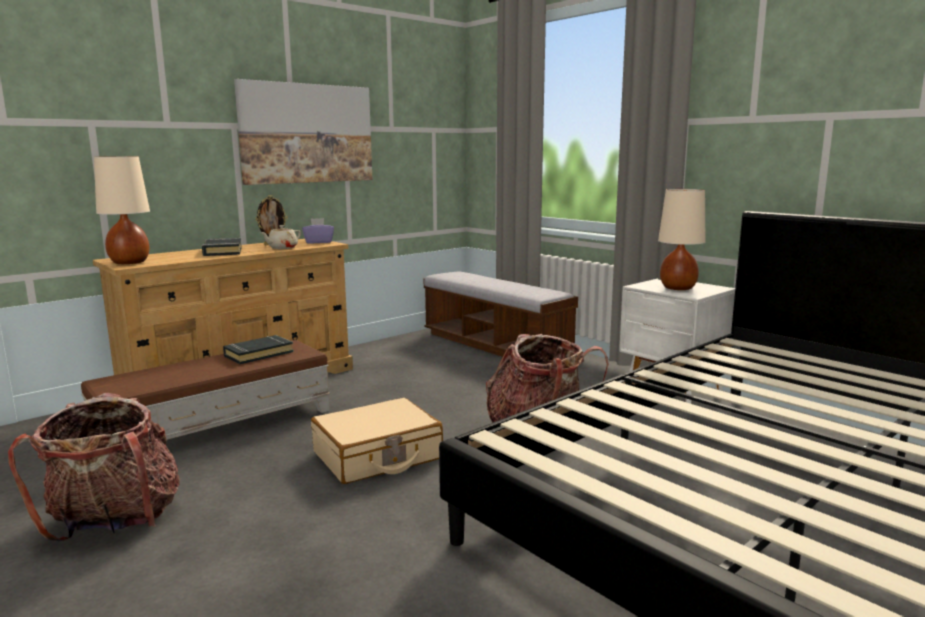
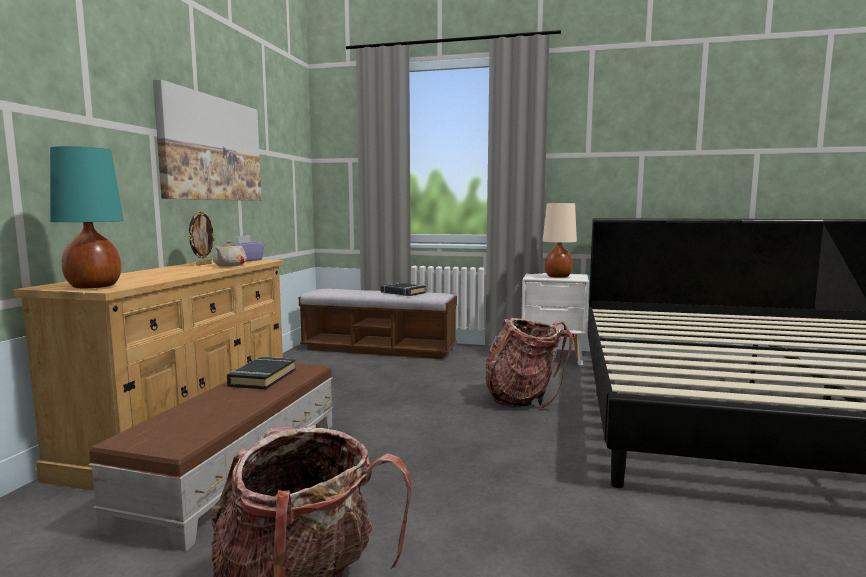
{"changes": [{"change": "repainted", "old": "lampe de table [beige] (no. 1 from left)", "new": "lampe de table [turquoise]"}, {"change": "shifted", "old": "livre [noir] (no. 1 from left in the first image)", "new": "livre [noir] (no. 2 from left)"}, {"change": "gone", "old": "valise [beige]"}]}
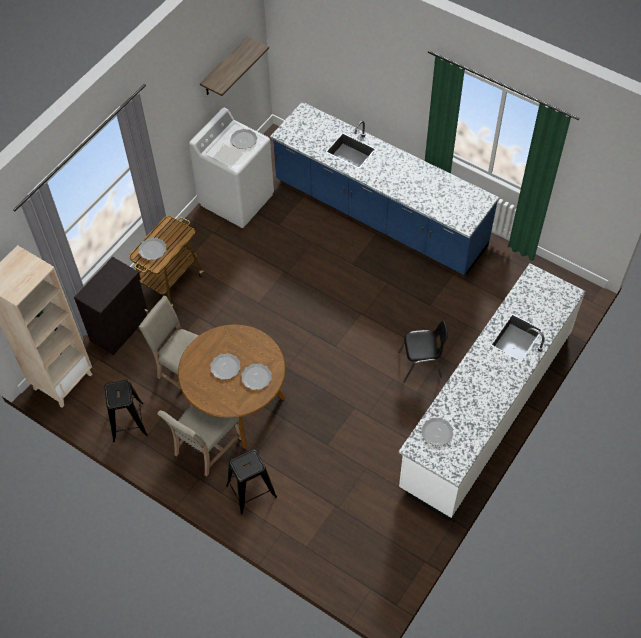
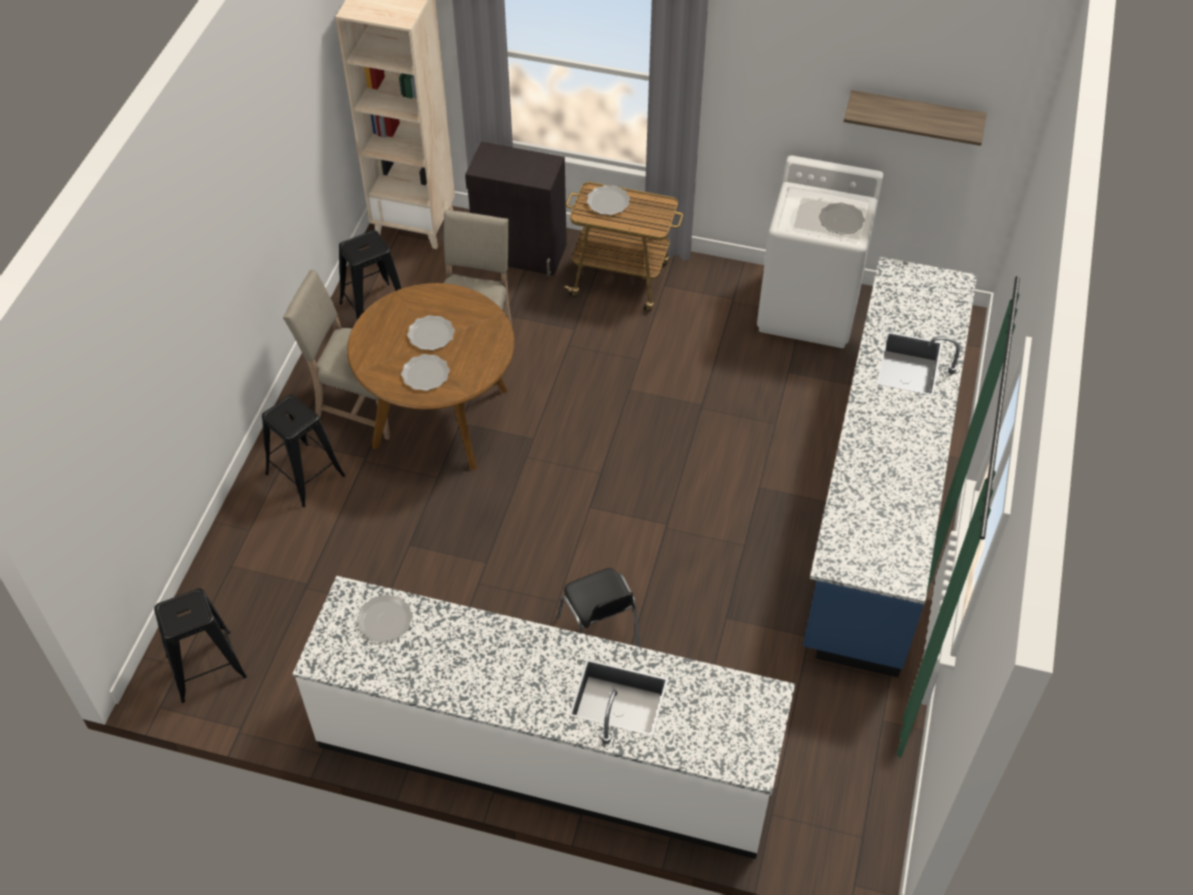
{"changes": [{"change": "new", "new": "tabouret [noir] (no. 1 from left)"}]}
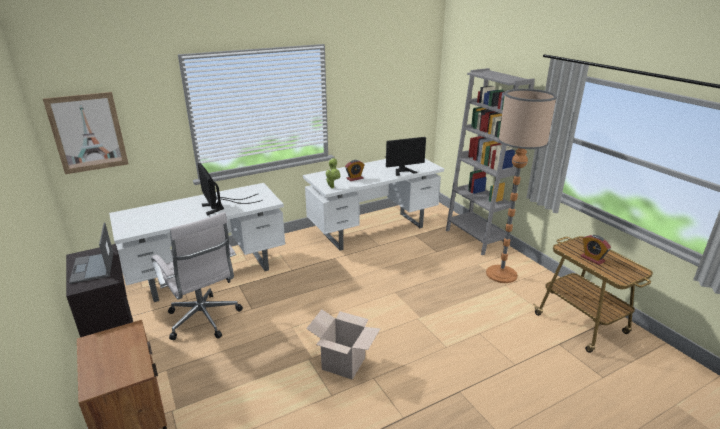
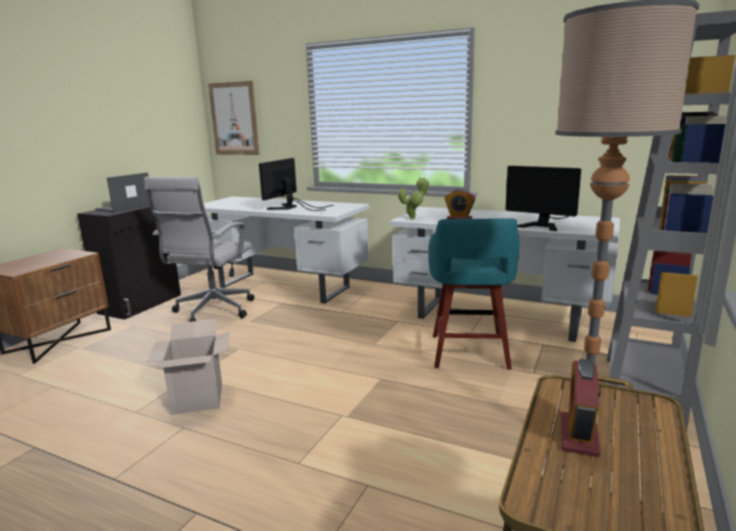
{"changes": [{"change": "new", "new": "tabouret [turquoise]"}]}
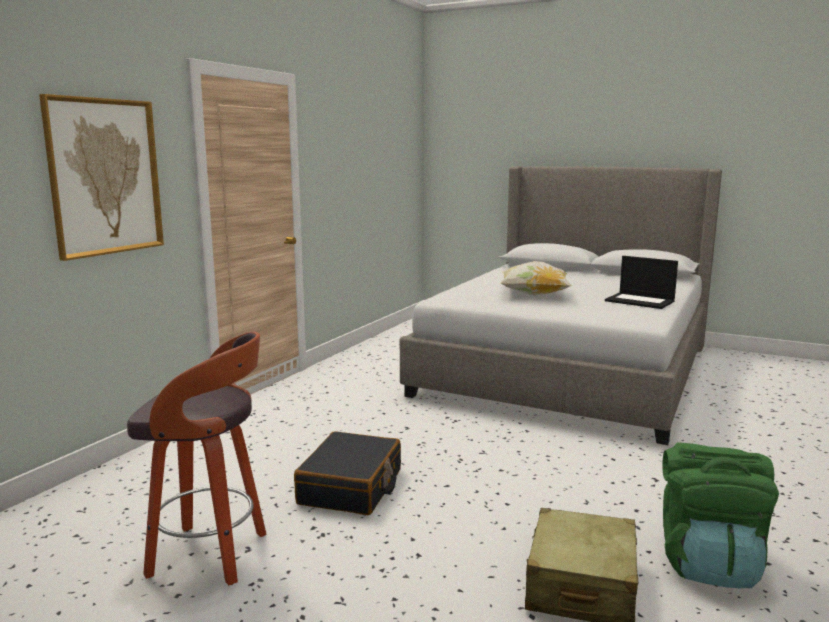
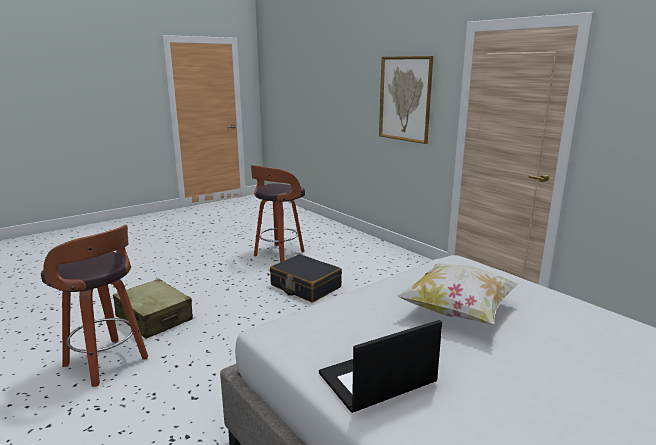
{"changes": [{"change": "swapped", "old": "sac à dos [vert]", "new": "tabouret (no. 1 from left)"}]}
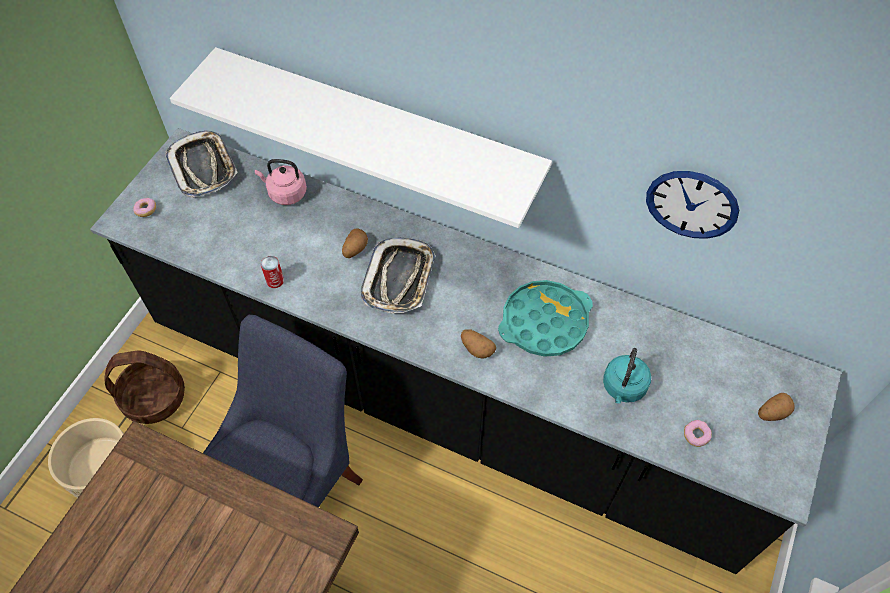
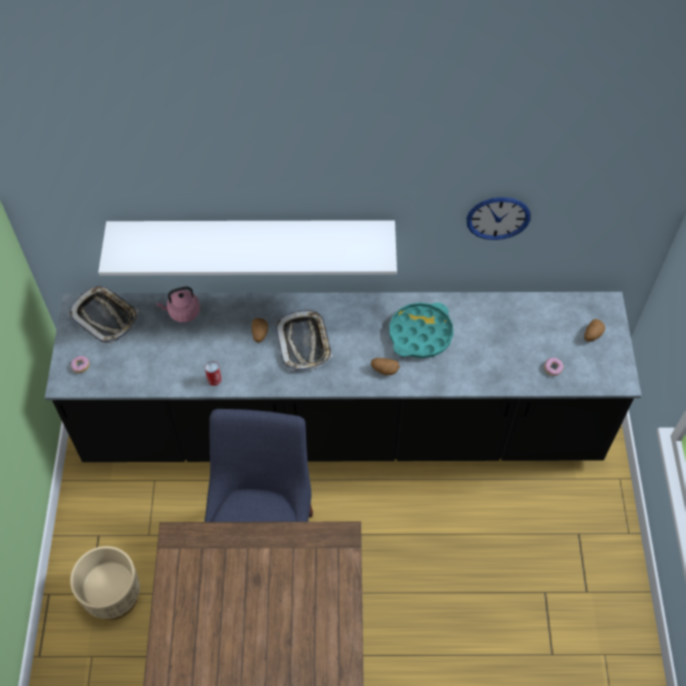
{"changes": [{"change": "gone", "old": "panier"}, {"change": "gone", "old": "bouilloire [turquoise]"}]}
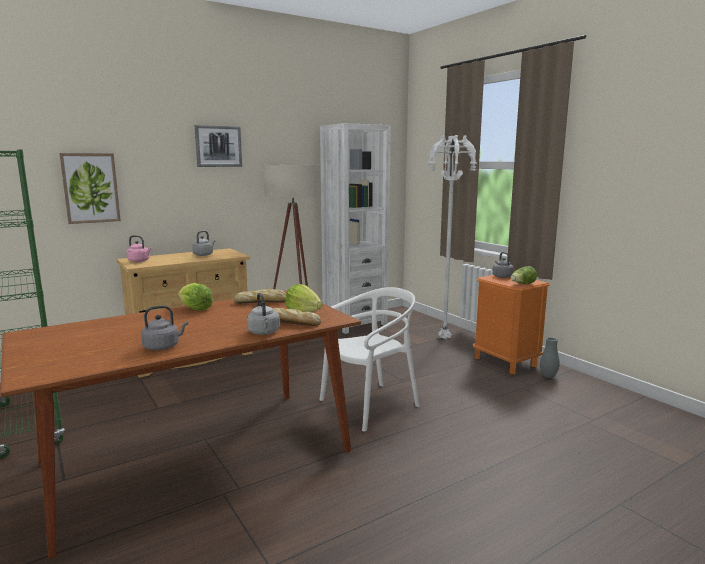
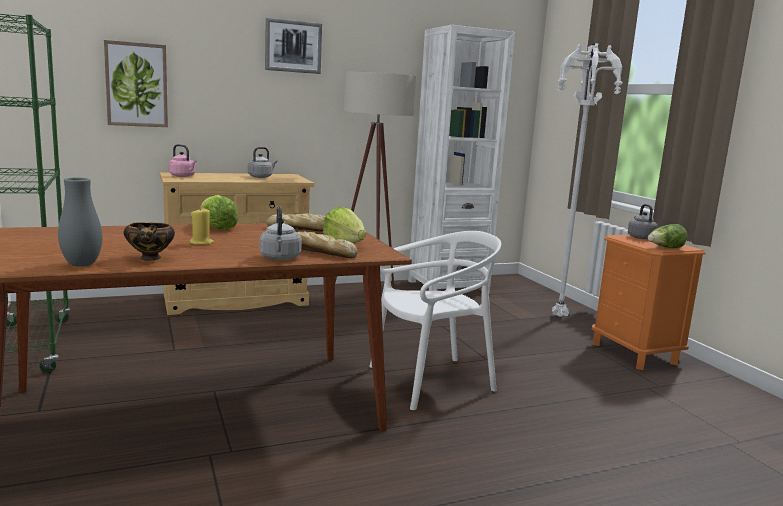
{"changes": [{"change": "shifted", "old": "vase [gris]"}, {"change": "swapped", "old": "bouilloire [gris] (no. 1 from left)", "new": "bol"}, {"change": "new", "new": "bougie [jaune]"}]}
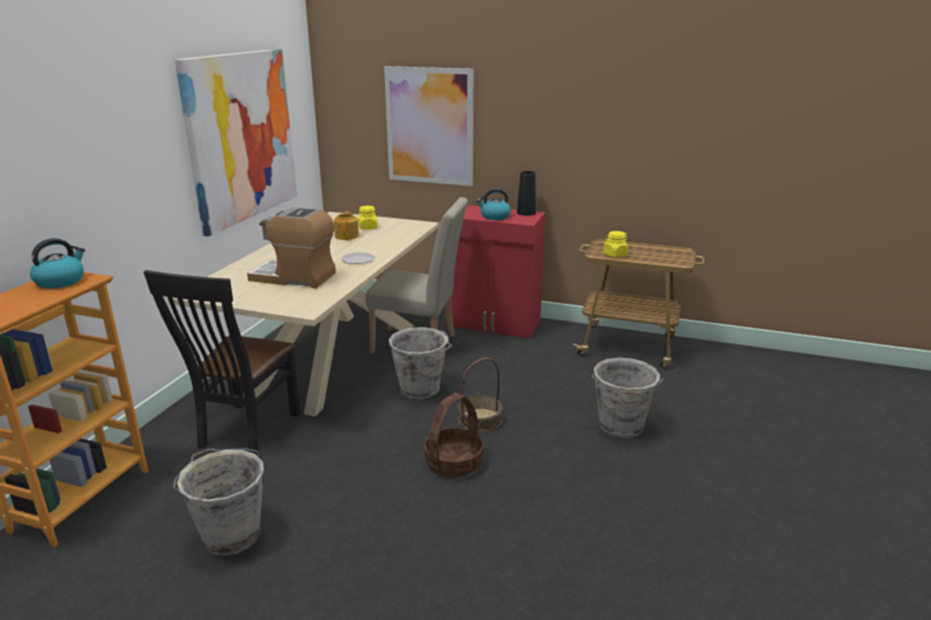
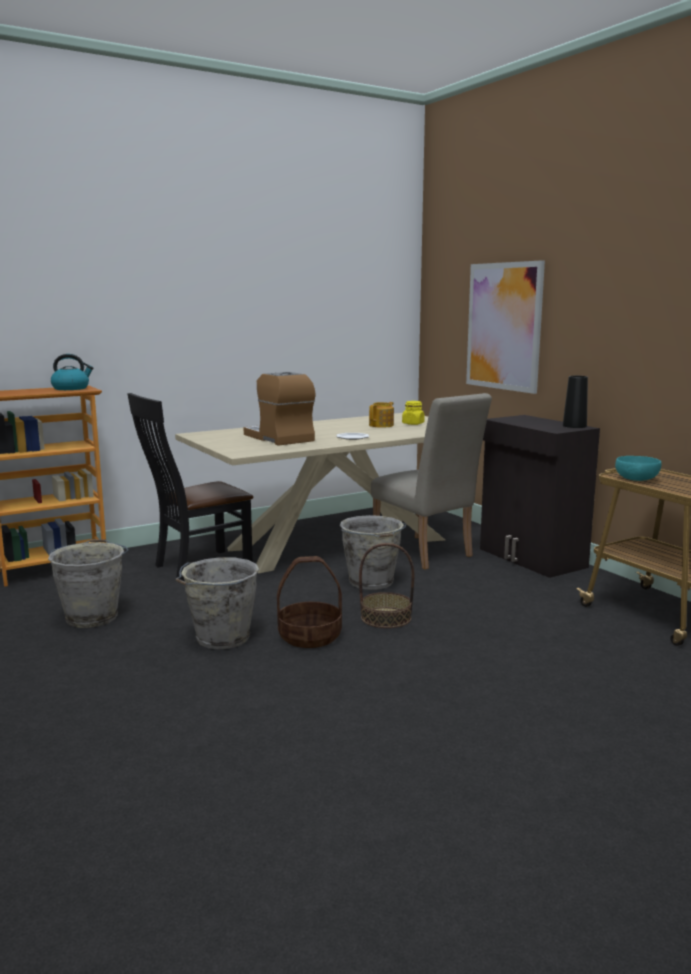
{"changes": [{"change": "shifted", "old": "seau [gris] (no. 3 from left in the first image)", "new": "seau [gris] (no. 2 from left)"}, {"change": "repainted", "old": "meuble de rangement [rouge]", "new": "meuble de rangement [noir]"}, {"change": "swapped", "old": "bocal [jaune] (no. 2 from left)", "new": "bol [turquoise]"}, {"change": "gone", "old": "tableau (no. 1 from left)"}, {"change": "gone", "old": "bouilloire (no. 2 from left)"}]}
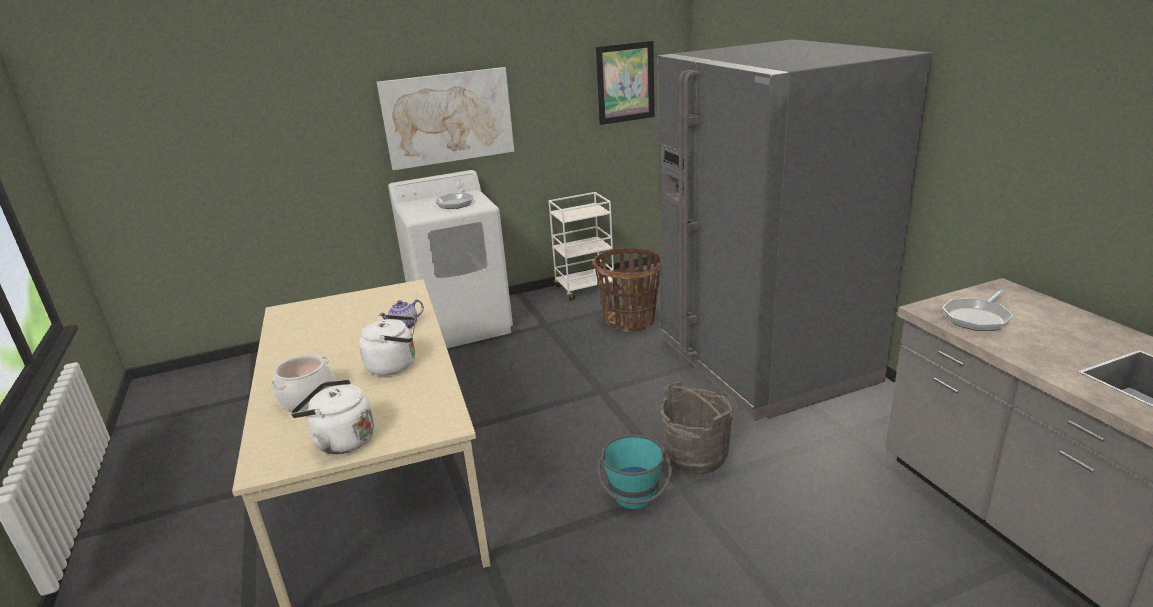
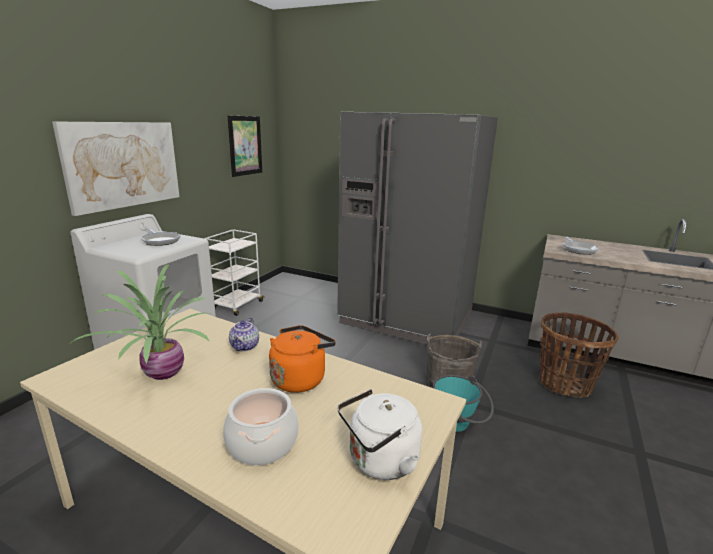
{"changes": [{"change": "new", "new": "plante en pot"}, {"change": "repainted", "old": "bouilloire [blanc] (no. 2 from left)", "new": "bouilloire [orange]"}, {"change": "shifted", "old": "panier"}]}
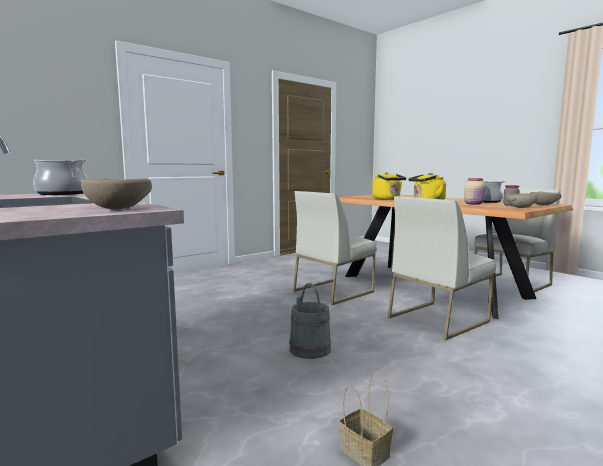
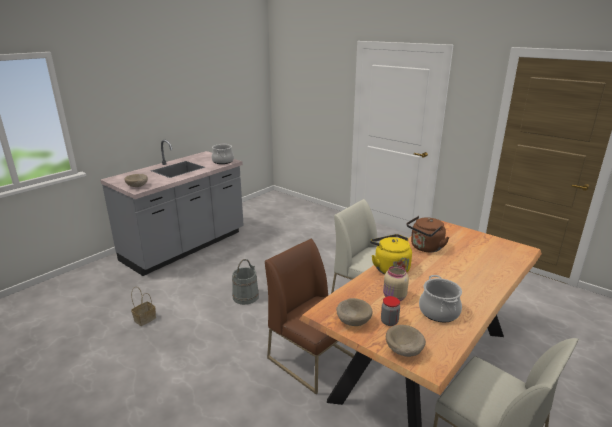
{"changes": [{"change": "repainted", "old": "chaise [blanc] (no. 2 from left)", "new": "chaise [marron]"}, {"change": "repainted", "old": "bouilloire [jaune] (no. 1 from left)", "new": "bouilloire [marron]"}]}
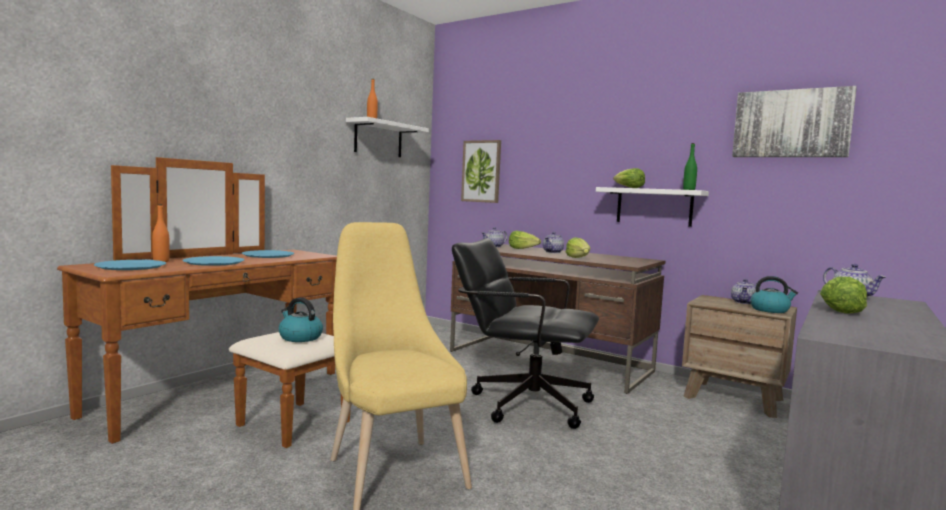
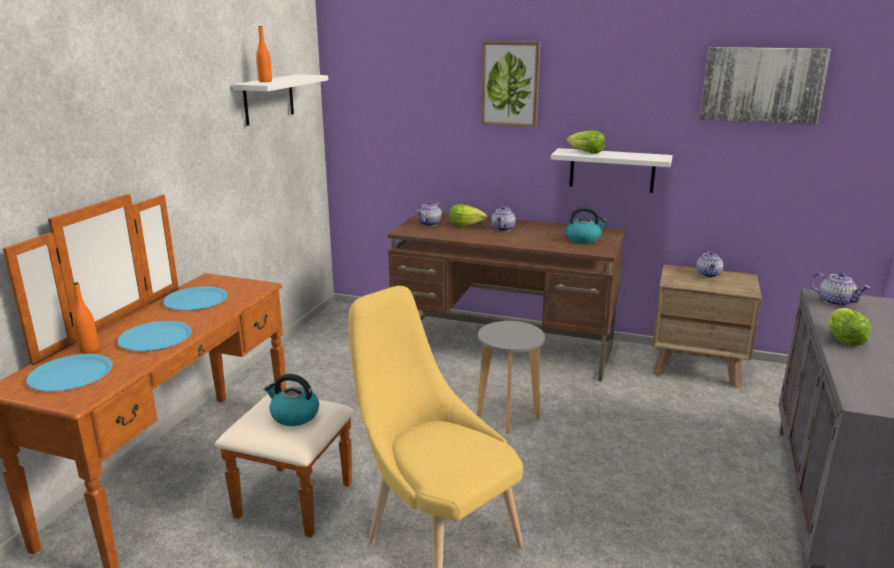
{"changes": [{"change": "swapped", "old": "chaise de bureau [noir]", "new": "tabouret [gris]"}, {"change": "shifted", "old": "tableau (no. 1 from left)"}, {"change": "shifted", "old": "bouilloire (no. 2 from left)"}, {"change": "gone", "old": "laitue (no. 2 from left)"}, {"change": "gone", "old": "bouteille [vert]"}]}
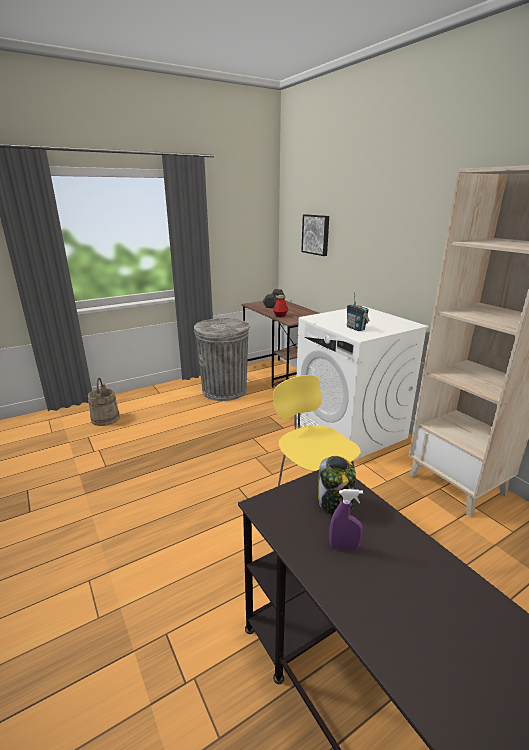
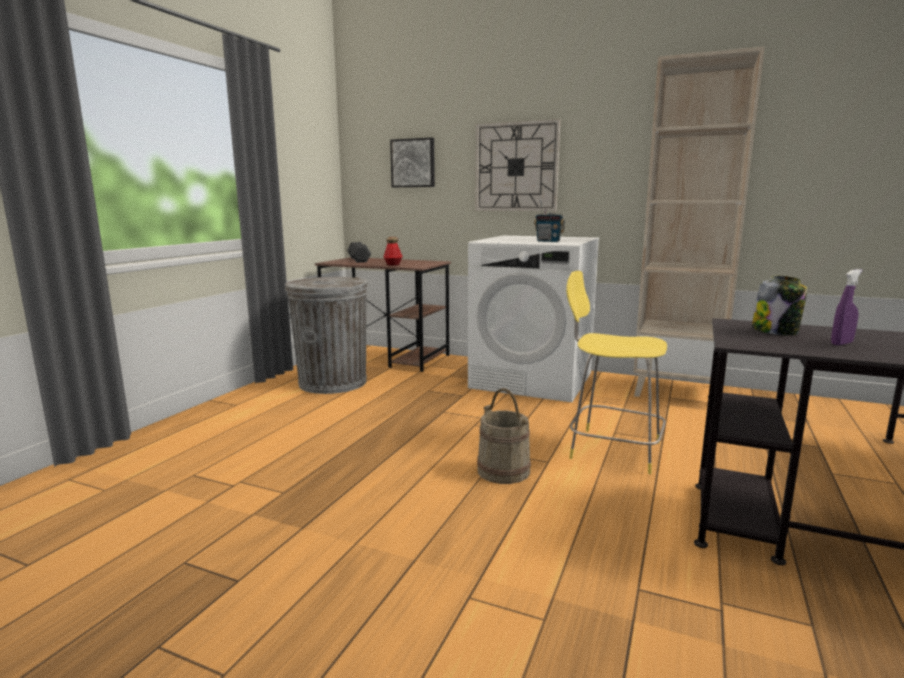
{"changes": [{"change": "new", "new": "horloge murale"}, {"change": "shifted", "old": "seau [beige]"}]}
